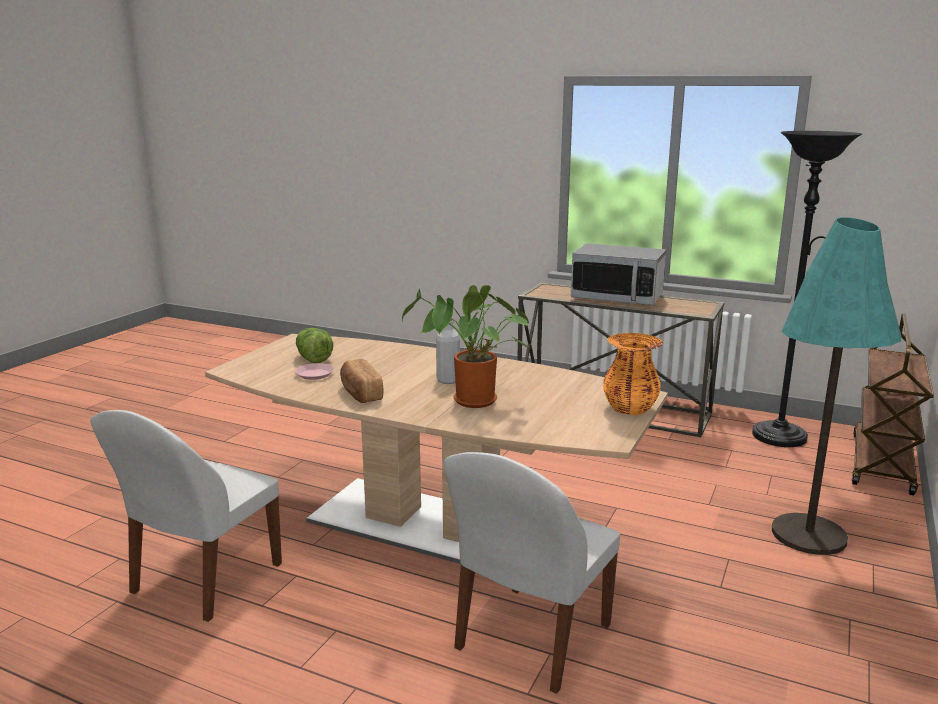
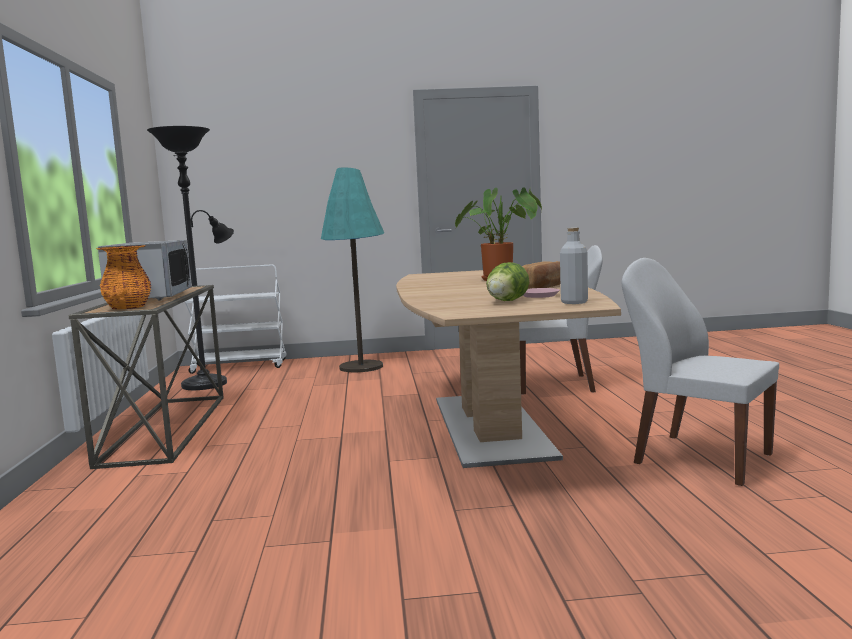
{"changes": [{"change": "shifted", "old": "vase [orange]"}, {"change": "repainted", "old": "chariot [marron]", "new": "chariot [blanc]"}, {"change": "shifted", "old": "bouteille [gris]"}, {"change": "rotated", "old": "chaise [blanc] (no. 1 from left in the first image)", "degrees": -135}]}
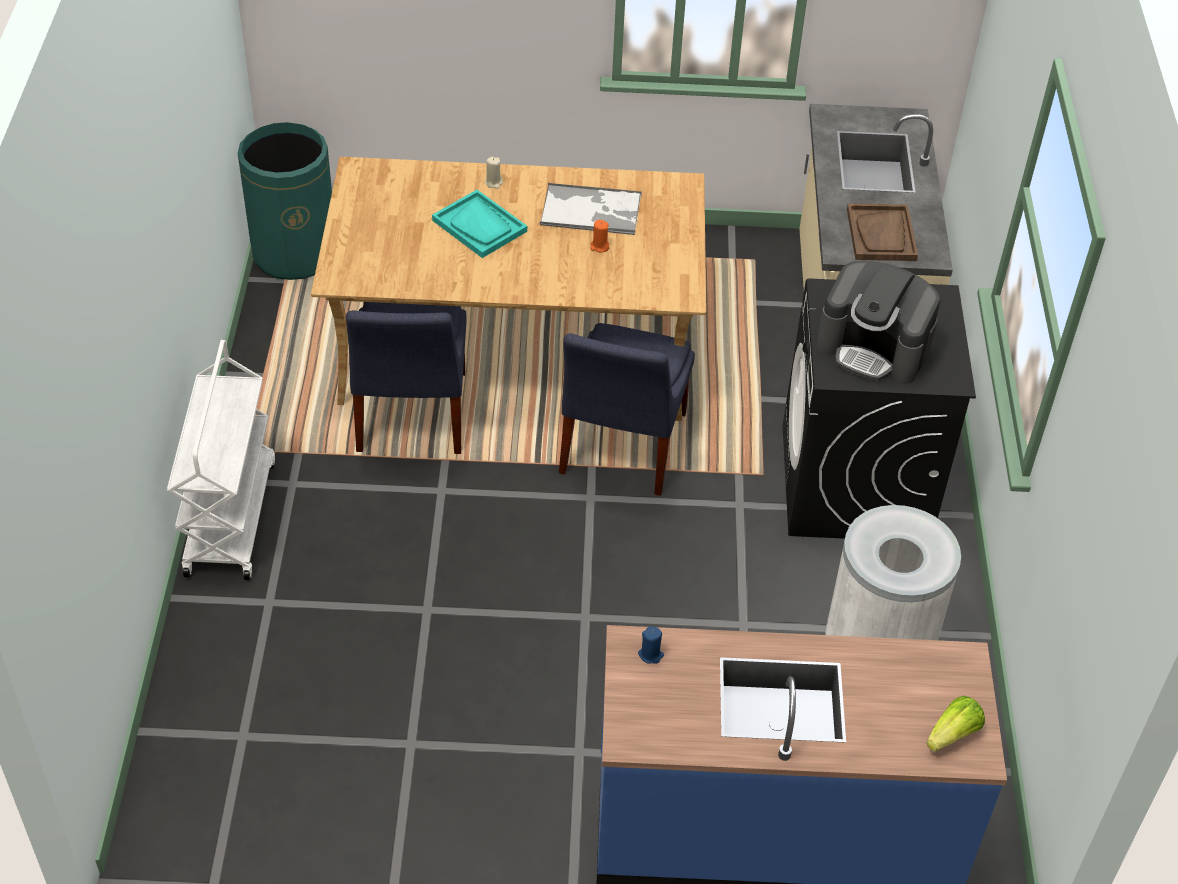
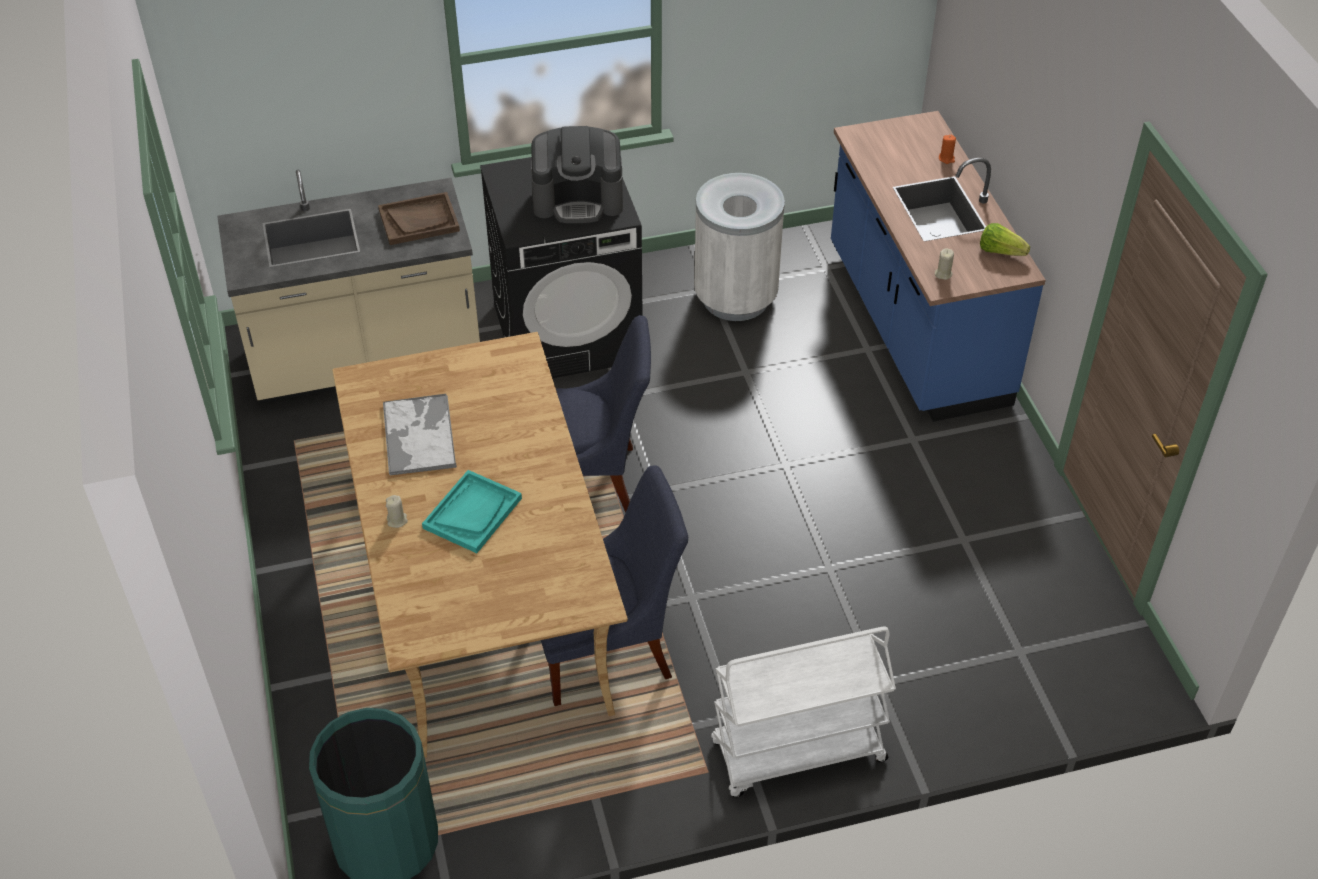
{"changes": [{"change": "rotated", "old": "machine à café", "degrees": 75}, {"change": "repainted", "old": "bougie [bleu]", "new": "bougie [beige] (no. 2 from left)"}, {"change": "shifted", "old": "bougie [orange]"}, {"change": "shifted", "old": "laitue"}]}
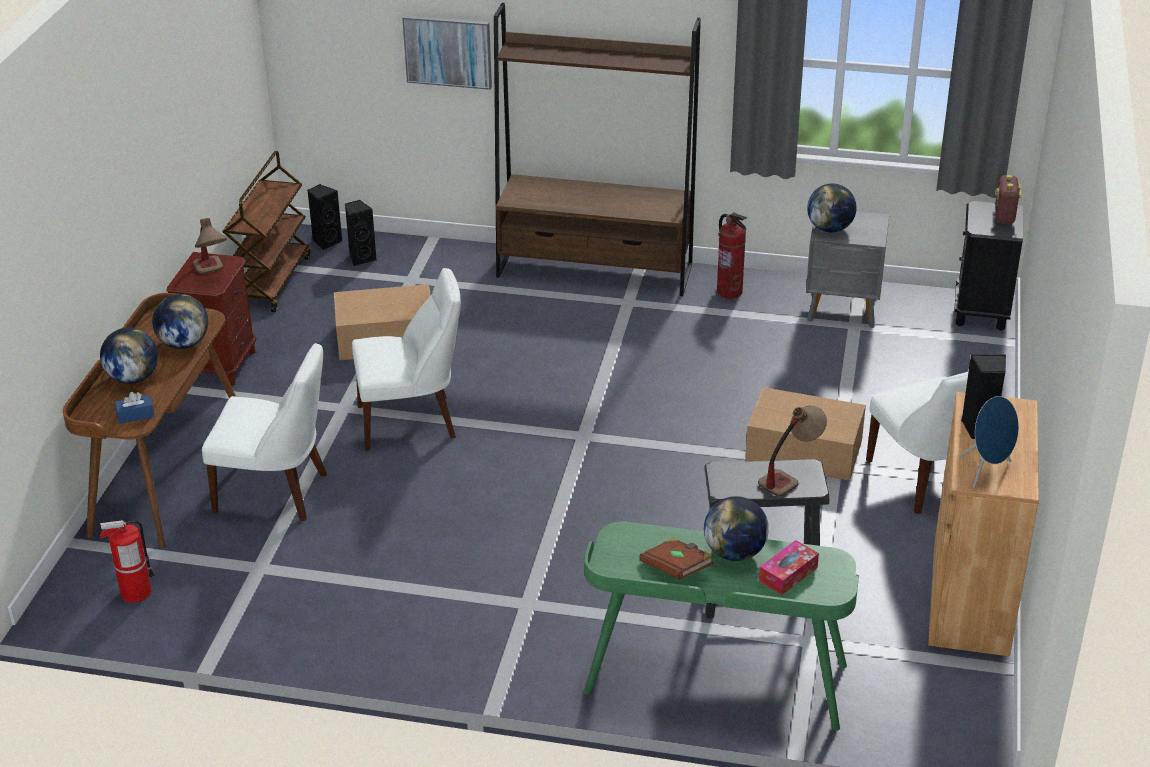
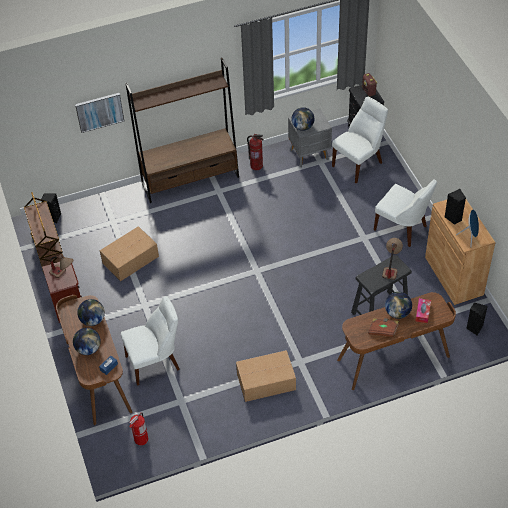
{"changes": [{"change": "shifted", "old": "carton (no. 2 from left)"}, {"change": "shifted", "old": "chaise [blanc] (no. 2 from left)"}, {"change": "repainted", "old": "bureau [vert]", "new": "bureau [marron] (no. 2 from left)"}, {"change": "shifted", "old": "enceinte [noir] (no. 2 from left in the first image)", "new": "enceinte [noir] (no. 3 from left)"}]}
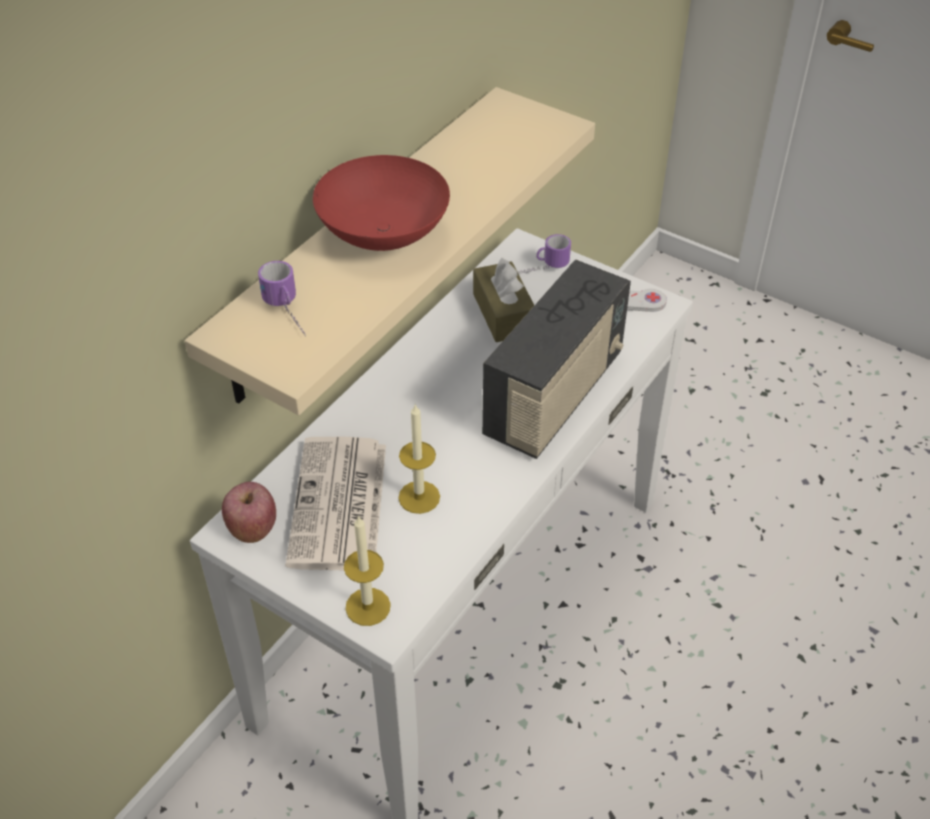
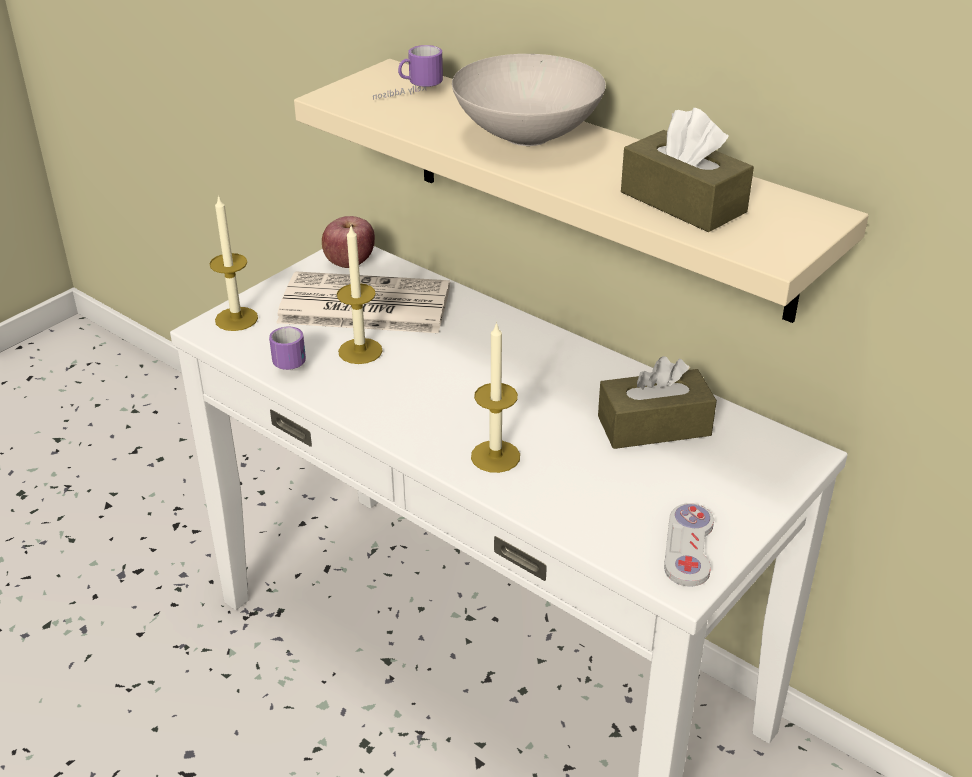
{"changes": [{"change": "shifted", "old": "mug (no. 2 from left in the first image)", "new": "mug (no. 1 from left)"}, {"change": "repainted", "old": "bol [rouge]", "new": "bol [blanc]"}, {"change": "swapped", "old": "radio", "new": "bougie (no. 3 from left)"}, {"change": "new", "new": "boîte à mouchoirs [marron] (no. 2 from left)"}]}
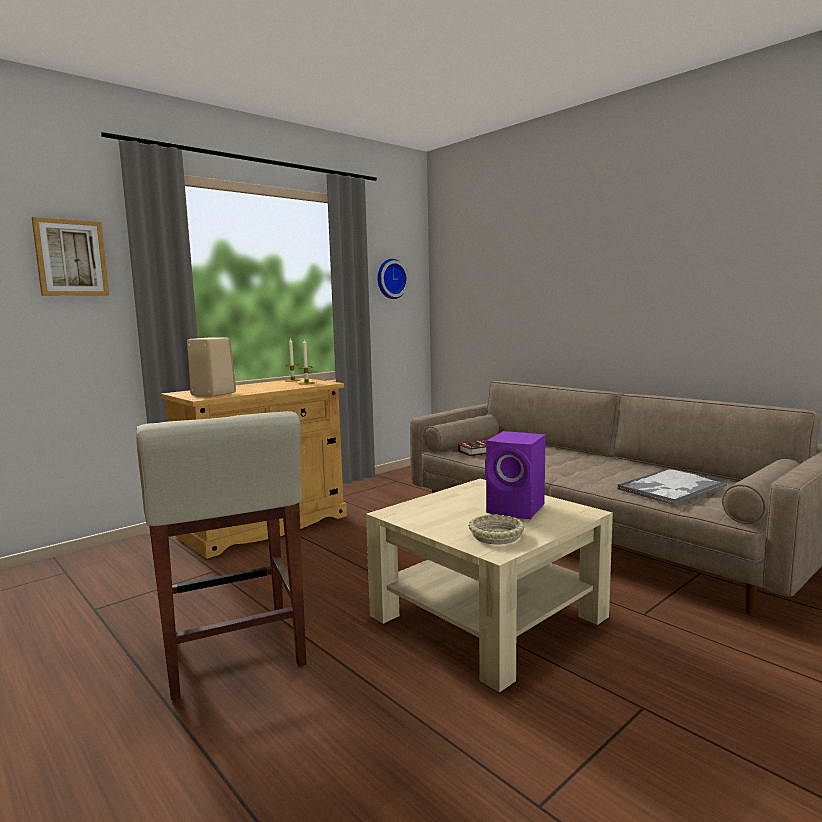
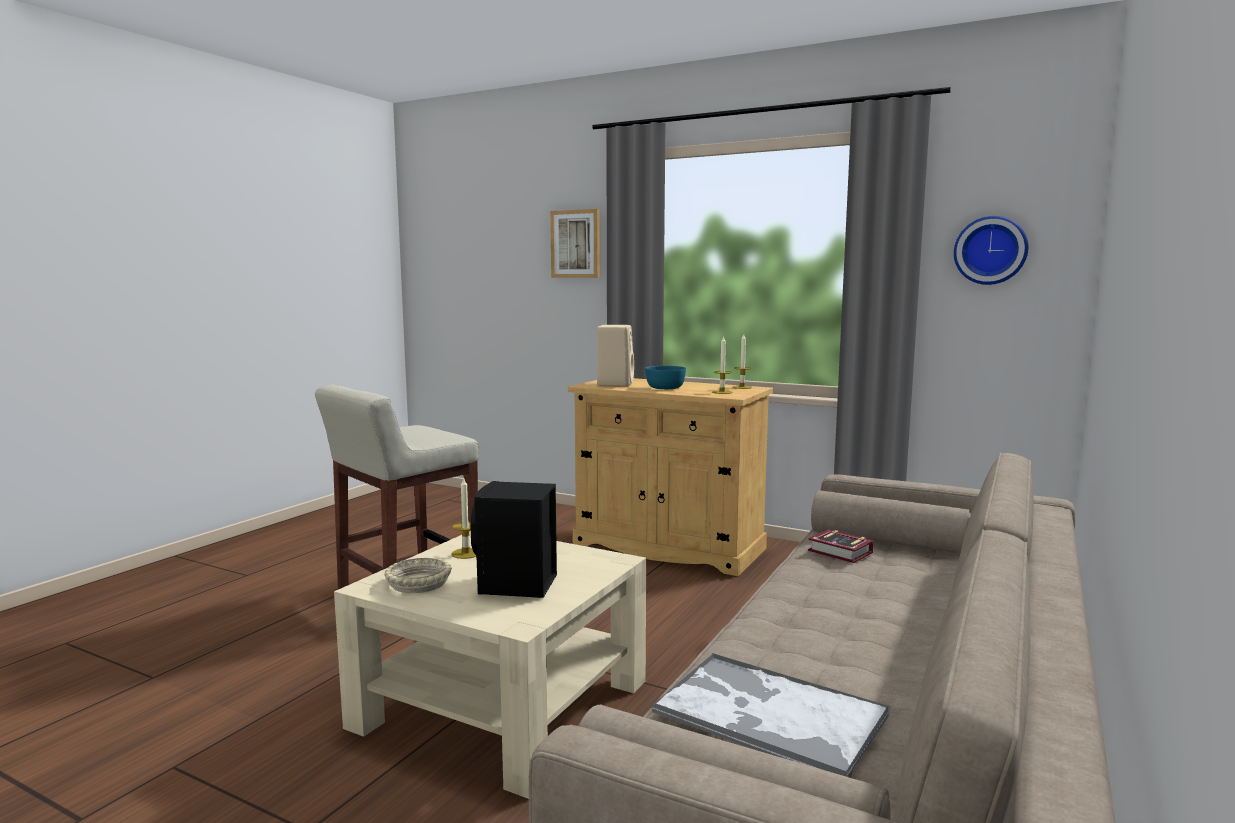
{"changes": [{"change": "new", "new": "bougie (no. 1 from left)"}, {"change": "repainted", "old": "enceinte [violet]", "new": "enceinte [noir]"}, {"change": "new", "new": "bol [turquoise]"}]}
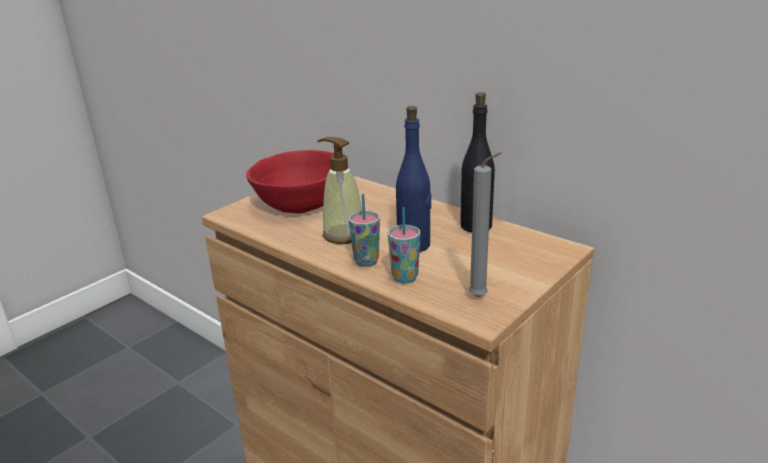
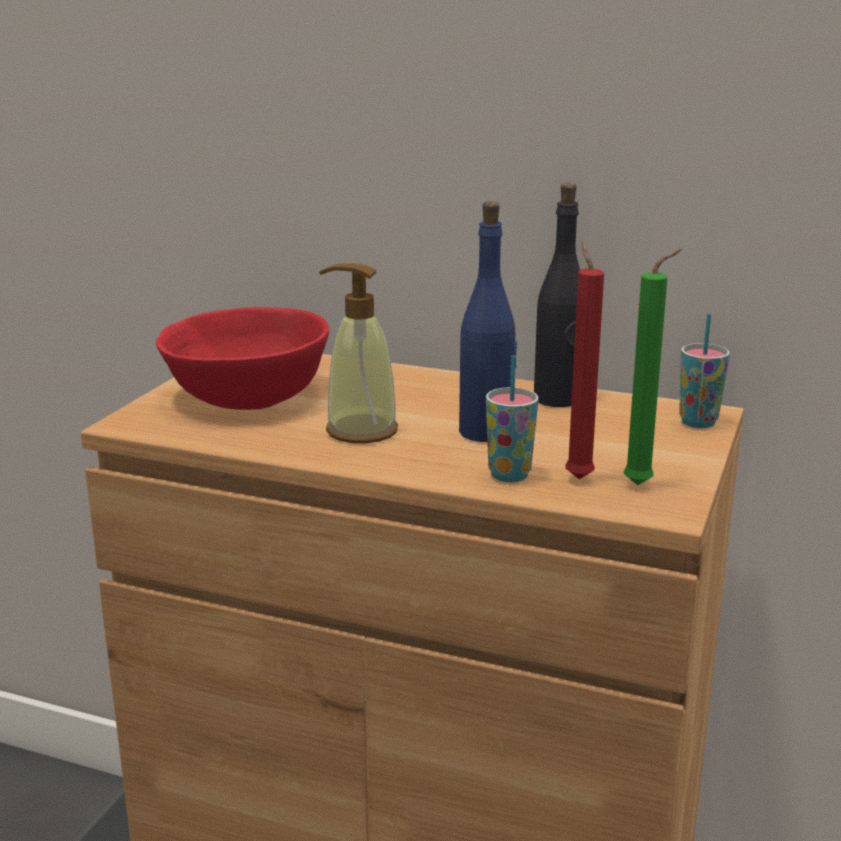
{"changes": [{"change": "new", "new": "bougie [rouge]"}, {"change": "repainted", "old": "bougie [gris]", "new": "bougie [vert]"}, {"change": "shifted", "old": "tasse (no. 1 from left in the first image)", "new": "tasse (no. 2 from left)"}]}
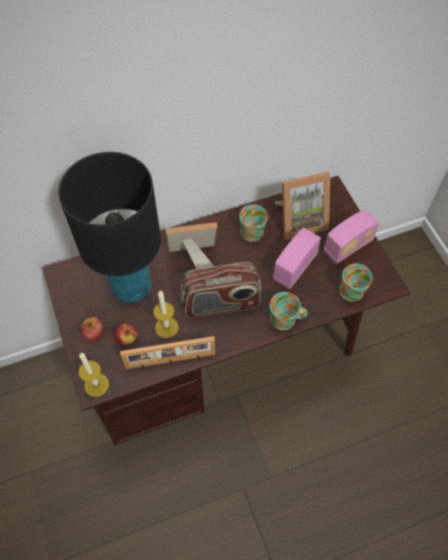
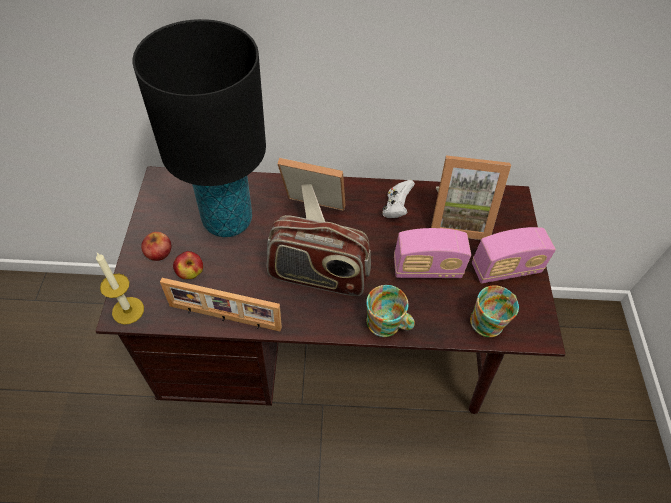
{"changes": [{"change": "swapped", "old": "mug (no. 1 from left)", "new": "manette [blanc]"}, {"change": "rotated", "old": "radio (no. 2 from left)", "degrees": -150}, {"change": "gone", "old": "bougie (no. 2 from left)"}]}
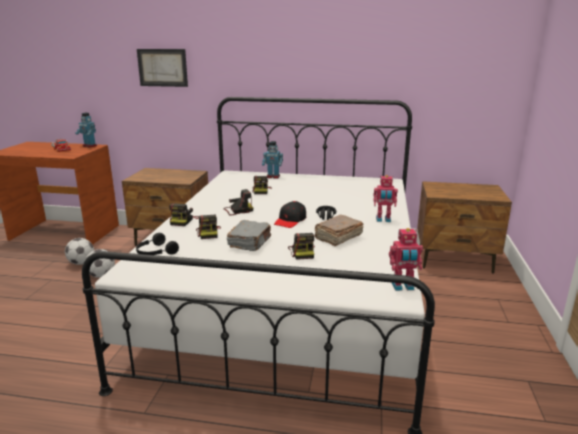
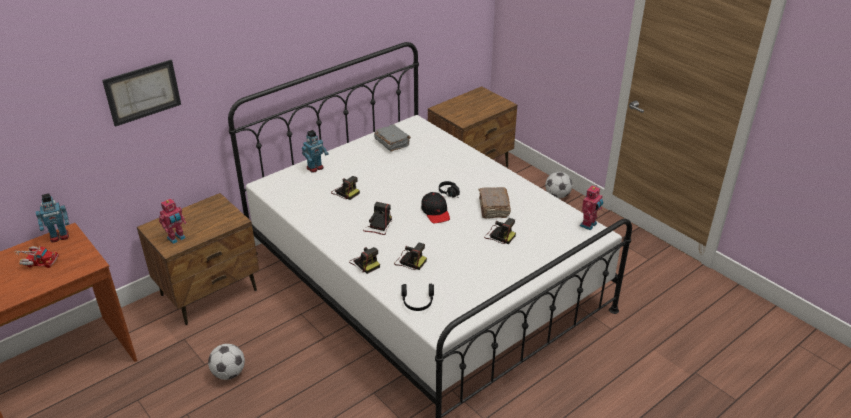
{"changes": [{"change": "shifted", "old": "robot jouet (no. 3 from left in the first image)", "new": "robot jouet (no. 2 from left)"}, {"change": "shifted", "old": "livre [gris]"}, {"change": "shifted", "old": "ballon de foot (no. 1 from left in the first image)", "new": "ballon de foot (no. 2 from left)"}]}
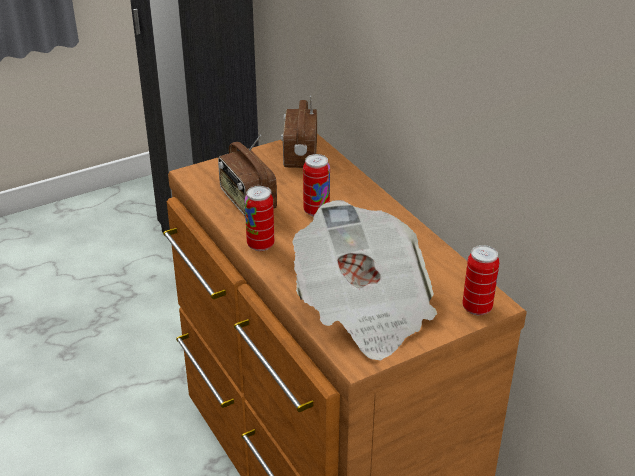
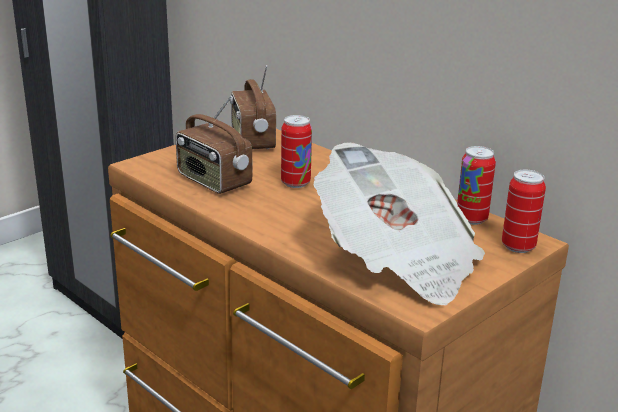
{"changes": [{"change": "shifted", "old": "boîte métallique (no. 1 from left in the first image)", "new": "boîte métallique (no. 2 from left)"}]}
